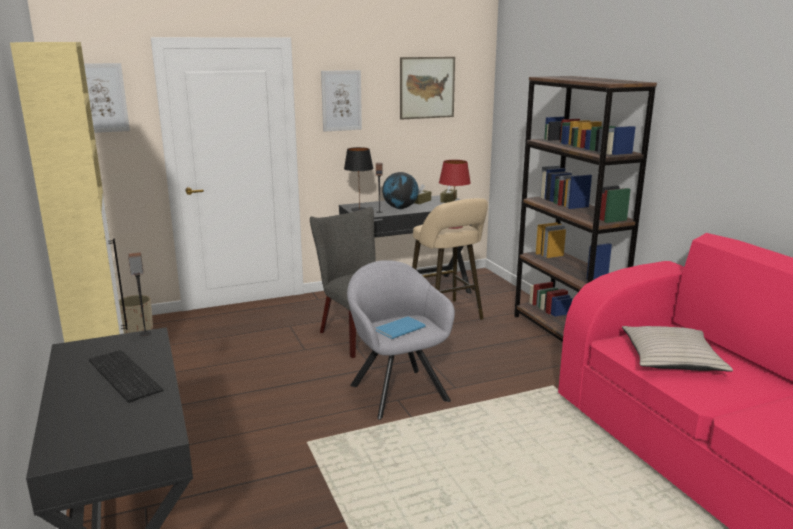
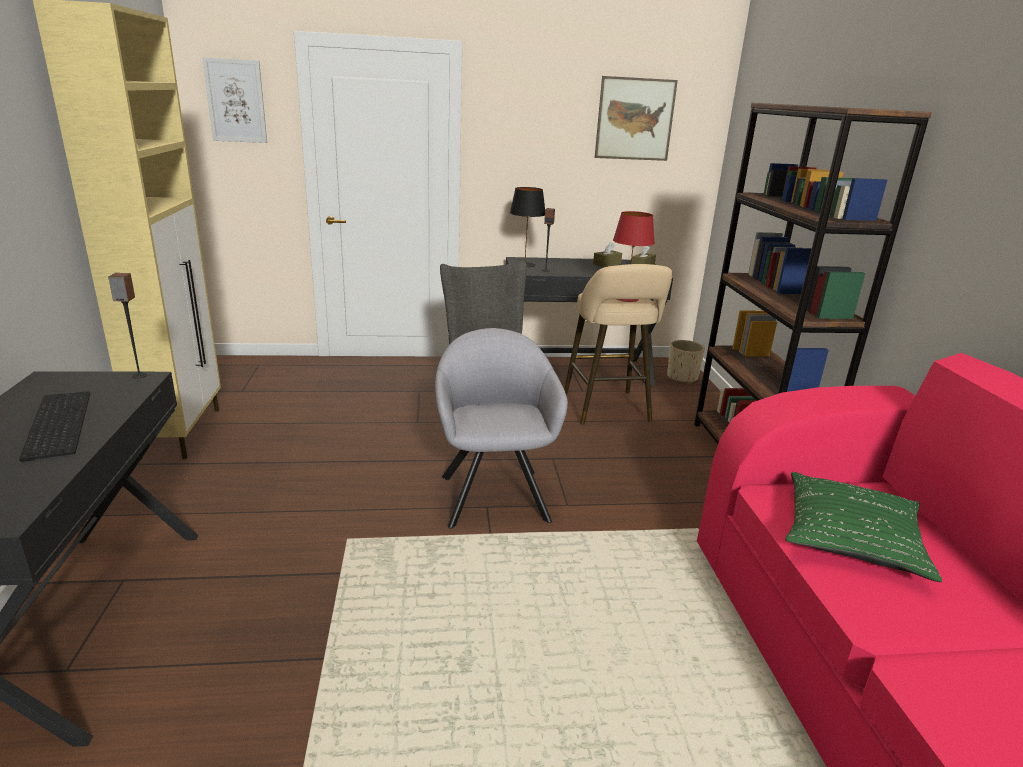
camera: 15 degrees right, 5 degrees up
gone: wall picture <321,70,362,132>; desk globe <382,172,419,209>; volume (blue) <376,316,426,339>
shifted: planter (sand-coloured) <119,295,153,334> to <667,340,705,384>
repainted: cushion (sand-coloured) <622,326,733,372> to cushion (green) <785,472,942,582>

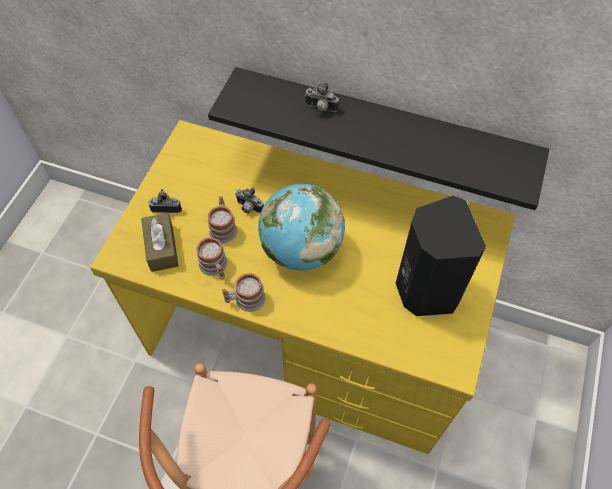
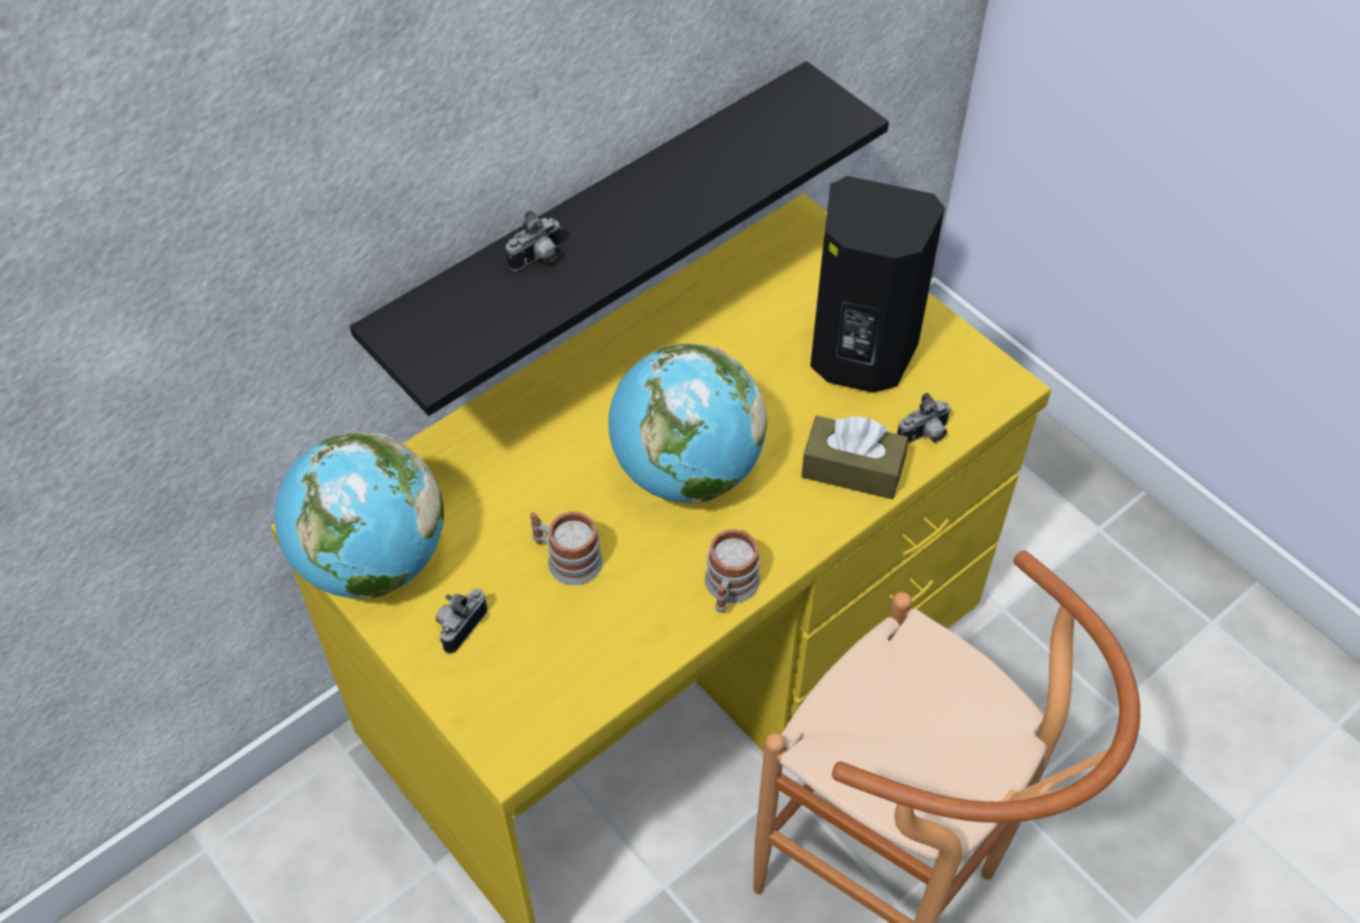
camera: 60 degrees left, 5 degrees down
gone: coffee mug <196,237,227,279>
new: desk globe <274,432,444,600>
shifted: photo camera <235,188,264,214> to <897,393,951,443>; box of tissues (brown) <141,213,179,272> to <801,416,908,499>

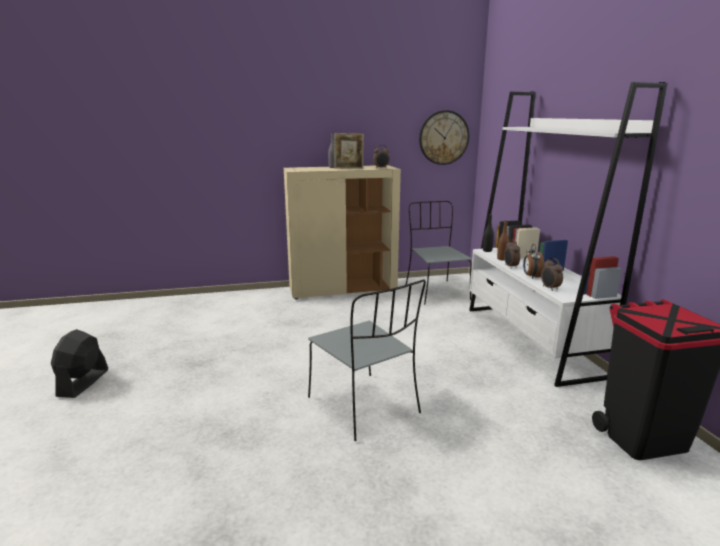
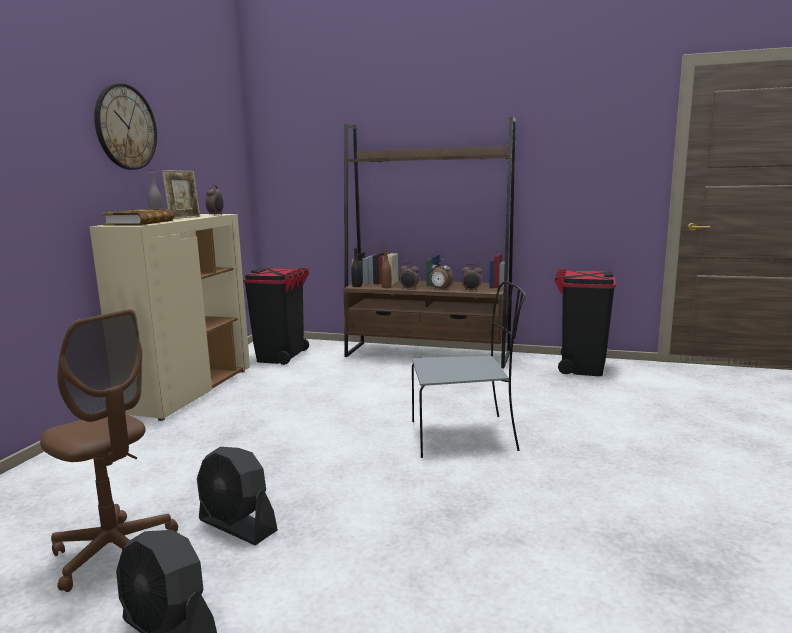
camera: 60 degrees left, 5 degrees down
new: volume <101,208,174,225>; office chair (brown) <40,309,178,592>; cooling fan (black-coloured) <197,447,278,545>
shifted: clock on the wall <419,110,469,165> to <94,83,157,170>
swapped: upright chair (gray) <406,201,472,305> to rubbish bin (black-coloured) <243,268,309,365>
repainted: bookshelf (white-coloured) <469,82,667,387> to bookshelf (brown) <343,116,516,368>

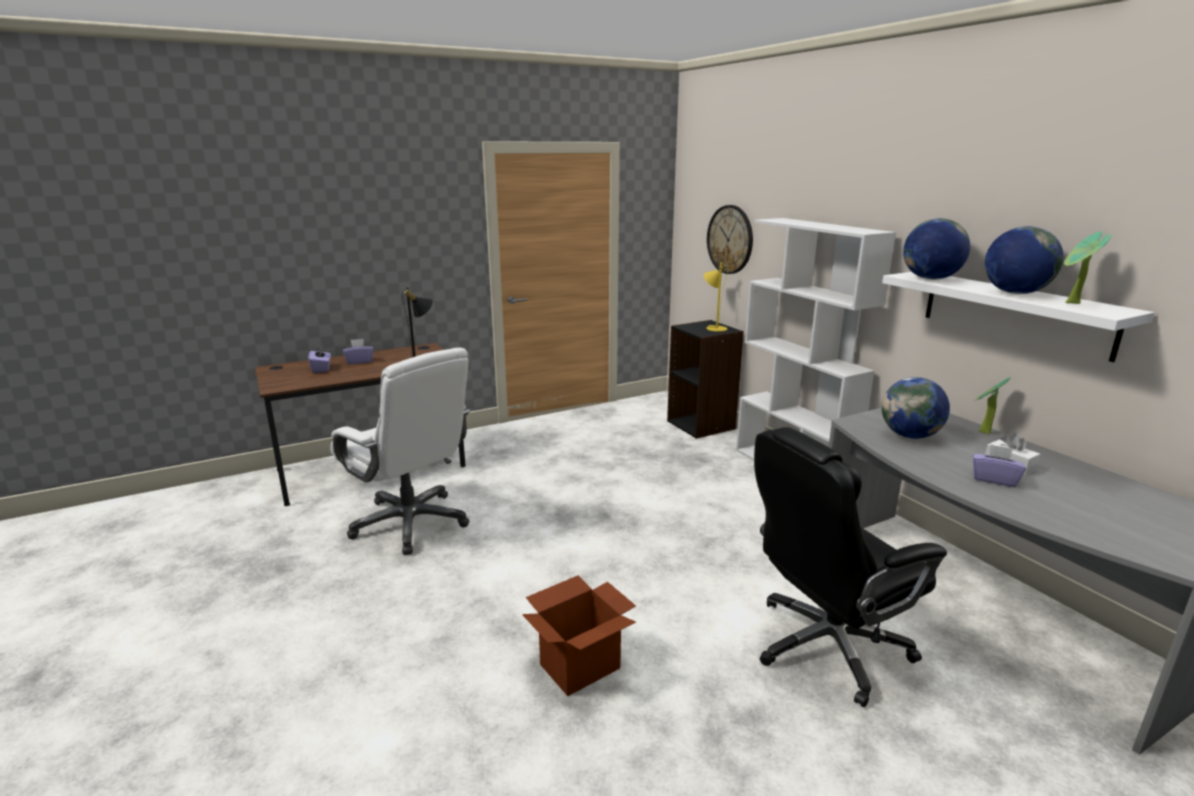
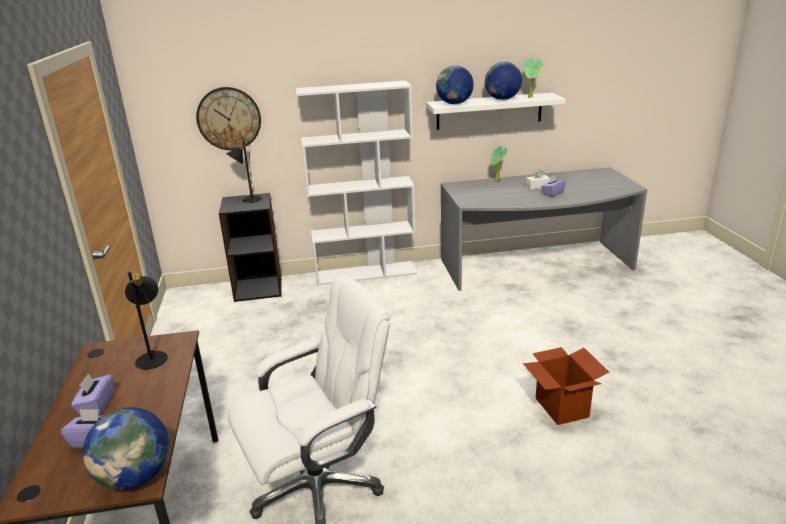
camera: 70 degrees left, 5 degrees up
gone: office chair (black-coloured) <754,427,947,707>
shifted: desk globe <882,377,950,439> to <83,407,169,490>
repainted: tabletop lamp (yellow-coloured) <704,262,729,332> to tabletop lamp (black-coloured) <226,140,262,203>

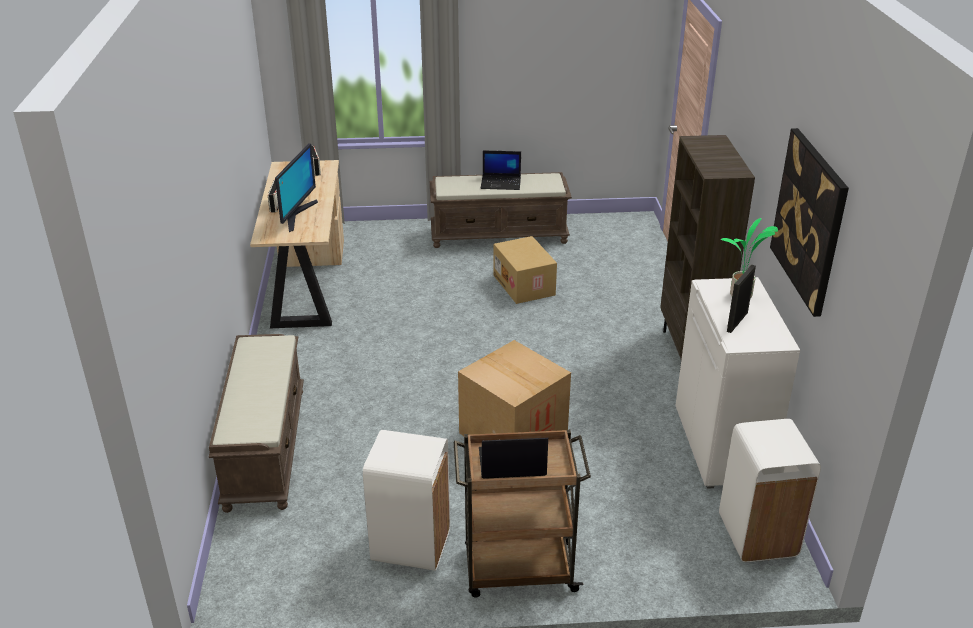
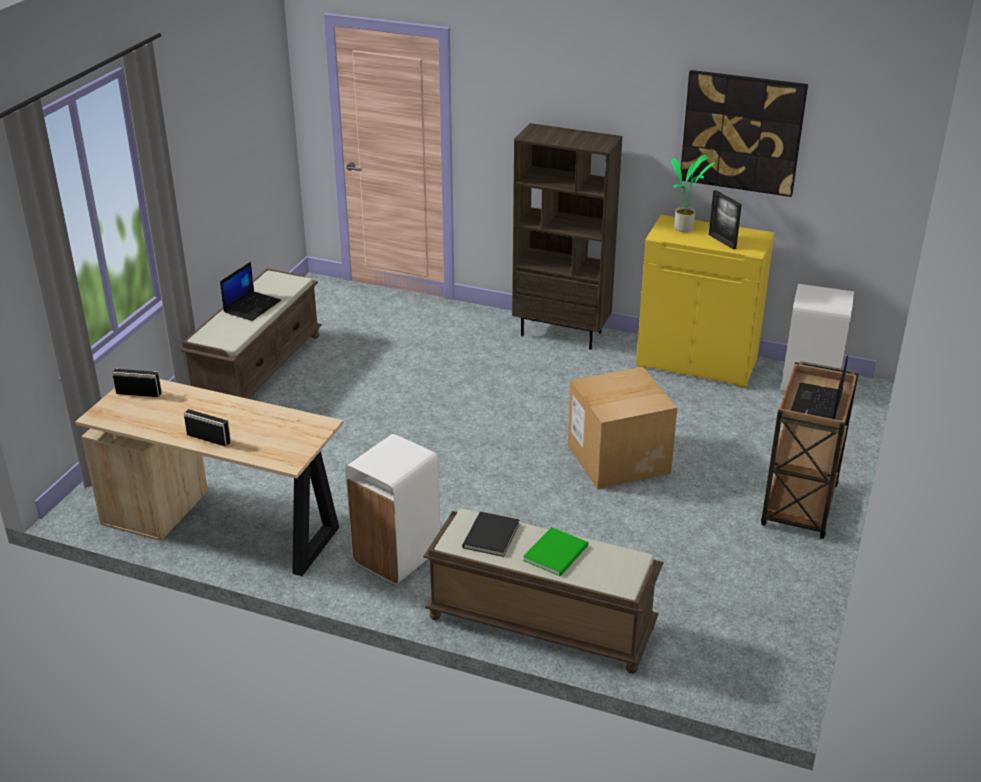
camera: 65 degrees left, 0 degrees up
gone: computer display <275,143,318,232>; cardboard box <493,236,557,304>
new: volume (black-coloured) <462,512,519,557>; volume (green) <523,527,588,576>
shifted: rubbish bin (white-coloured) <363,430,450,571> to <345,434,440,584>
repainted: cupboard (white-coloured) <675,277,800,489> to cupboard (yellow-coloured) <636,215,775,388>

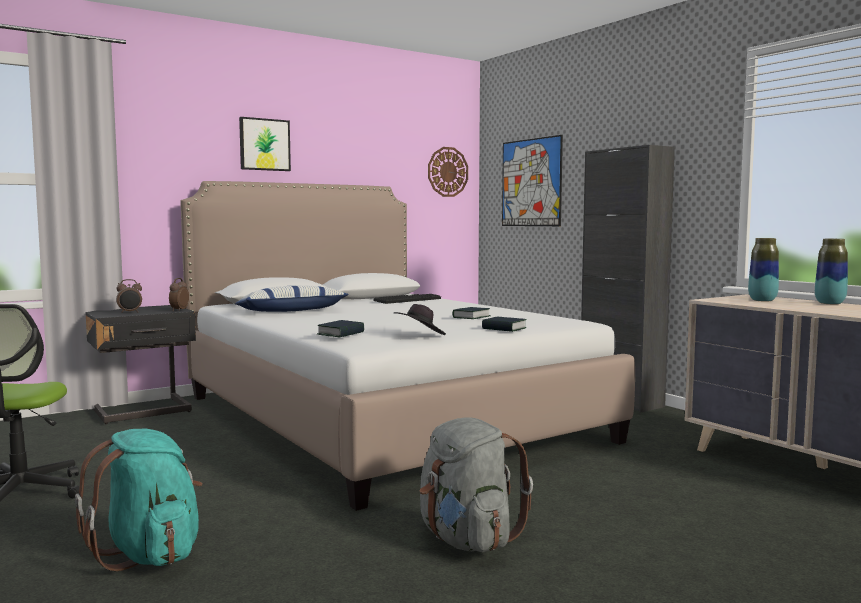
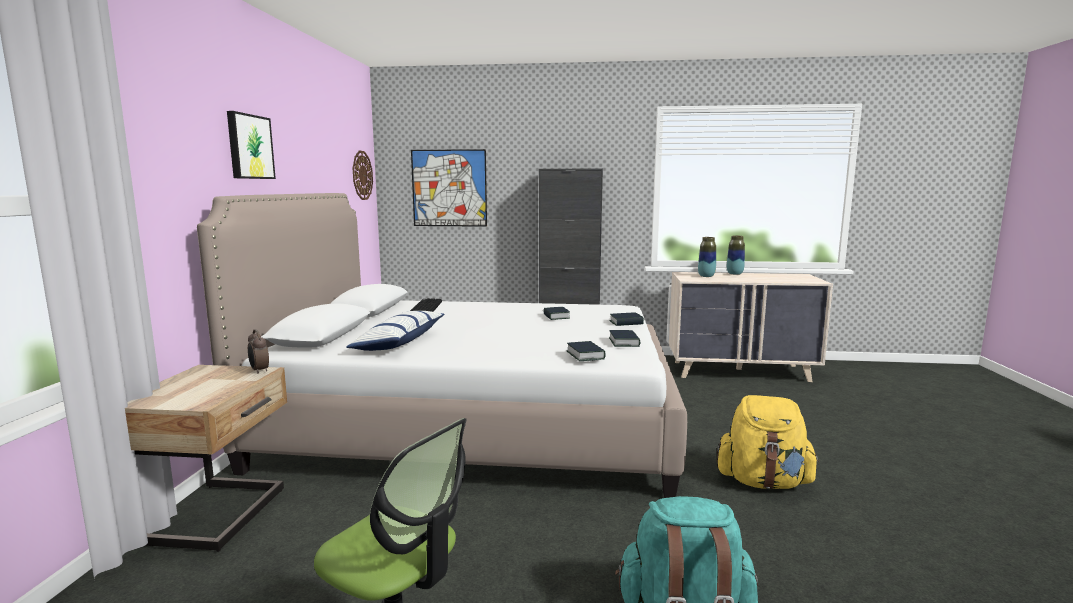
camera: 50 degrees left, 5 degrees up
gone: bedside clock <116,279,142,313>
swapped: wearable hat (black-coloured) <394,304,446,335> to volume <609,330,640,347>
repainted: night table (black-coloured) <86,305,196,424> to night table (sand-coloured) <125,365,287,552>; backpack (gray) <419,418,533,552> to backpack (yellow-coloured) <717,395,820,489>

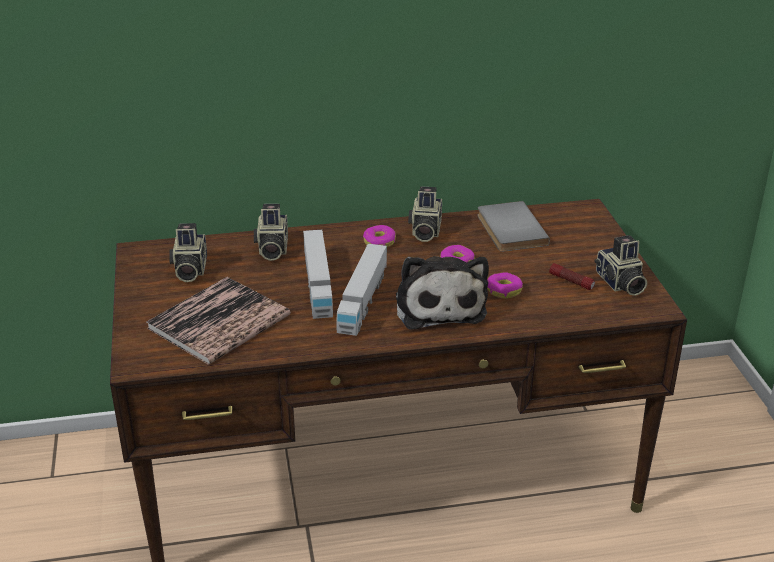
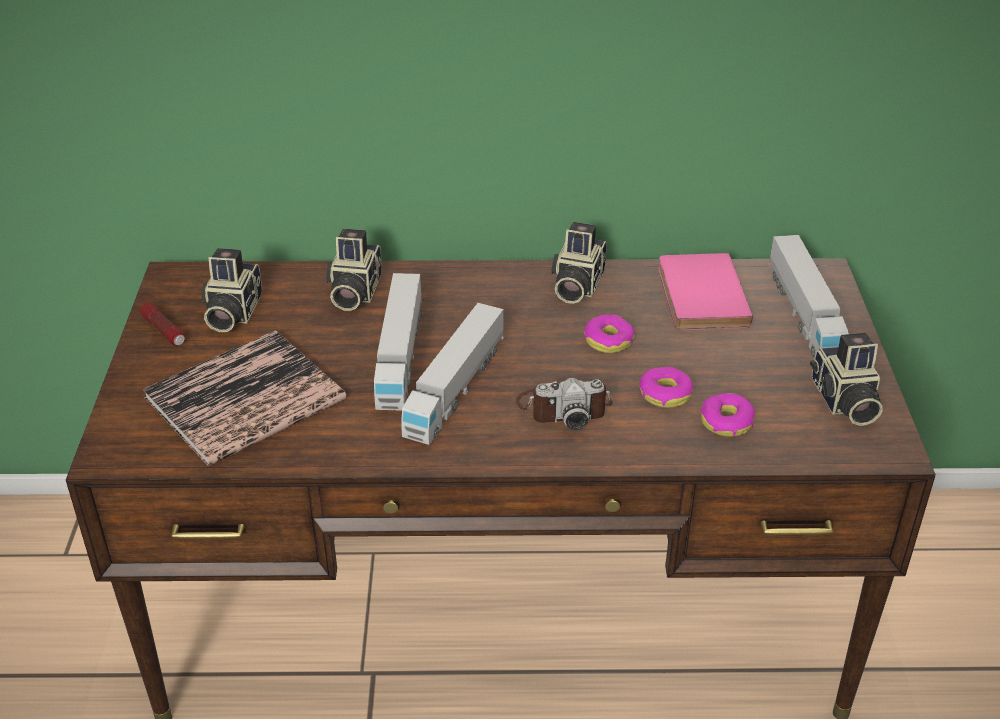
camera: 10 degrees right, 5 degrees up
new: toy truck <768,235,849,357>
shifted: ring doughnut <363,225,396,247> to <701,393,755,437>; torch <549,263,595,290> to <140,302,185,346>
swapped: soft toy <396,256,489,330> to photo camera <516,378,613,430>
repainted: volume (gray) <477,201,550,252> to volume (pink-coloured) <658,253,753,330>

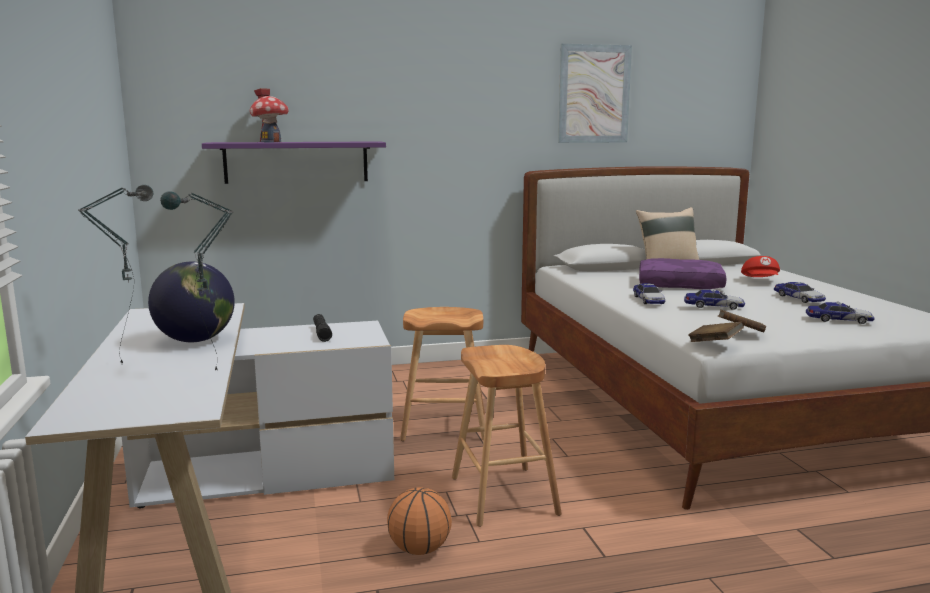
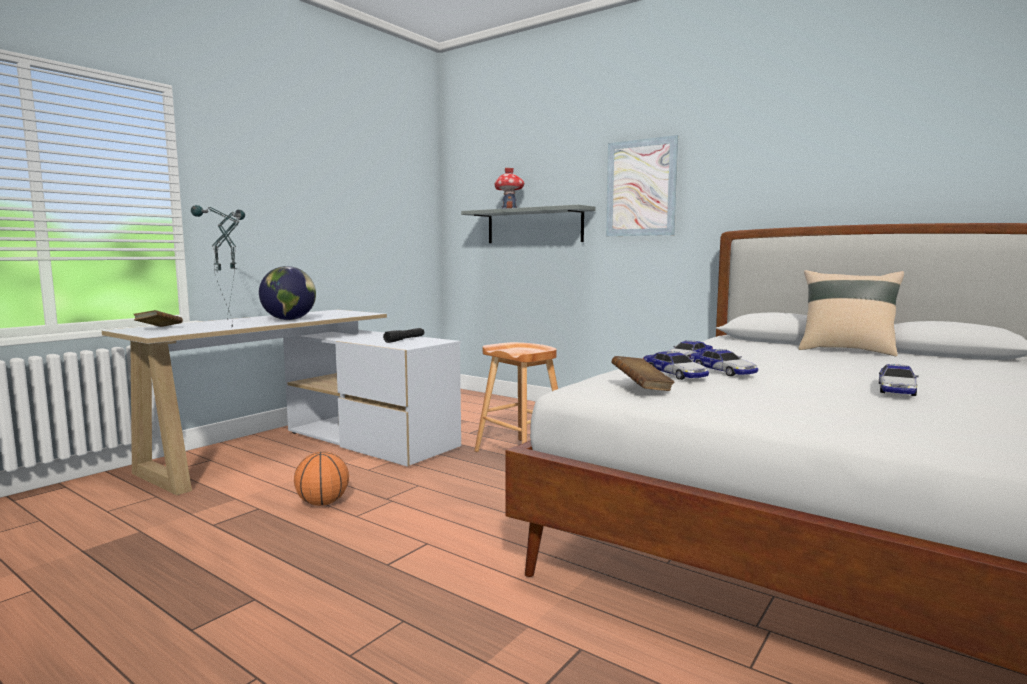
camera: 50 degrees right, 5 degrees down
gone: baseball cap (red-coloured) <741,256,780,277>; cushion (purplish) <639,258,727,289>; stool (brown) <452,345,562,527>
shifted: wall picture <558,44,632,143> to <606,135,678,236>; model car <806,302,875,324> to <643,351,709,380>; volume (brown) <688,322,744,342> to <134,310,183,327>
repainted: wall shelf (purplish) <202,141,386,184> to wall shelf (gray) <461,205,596,243>

